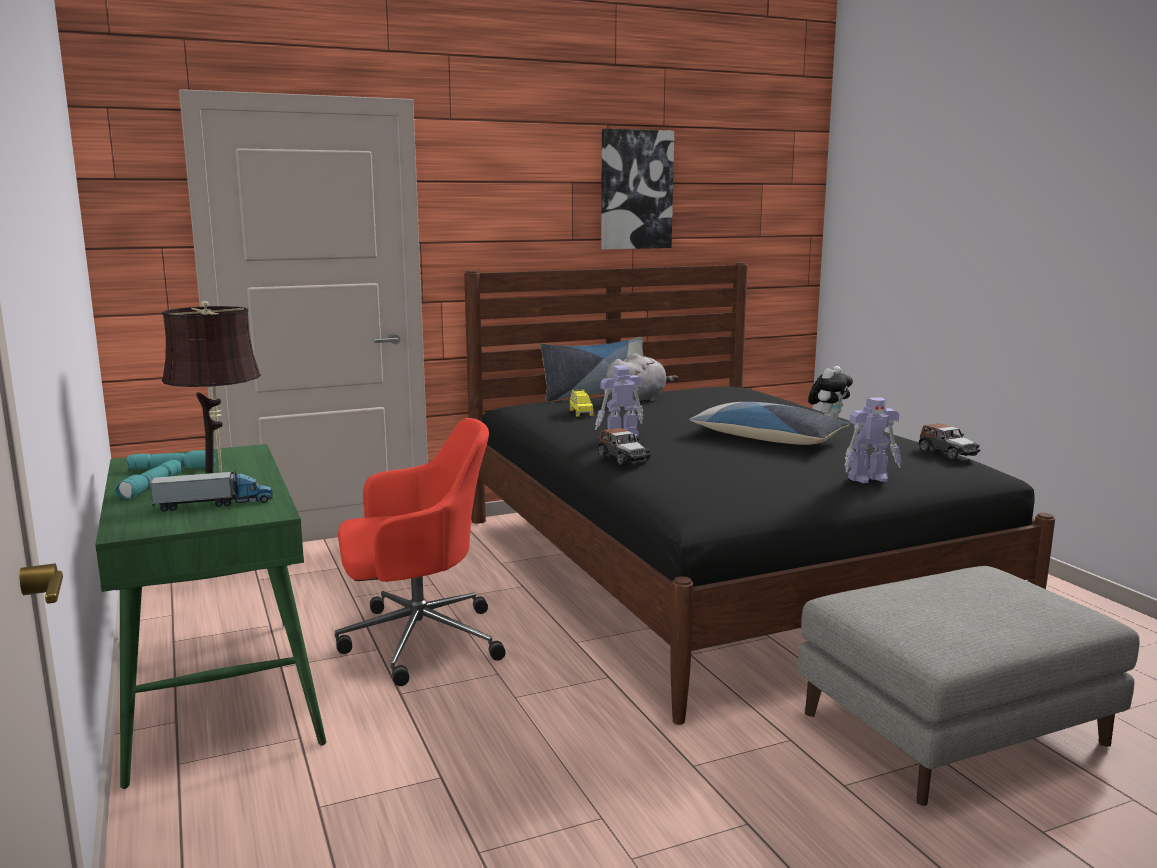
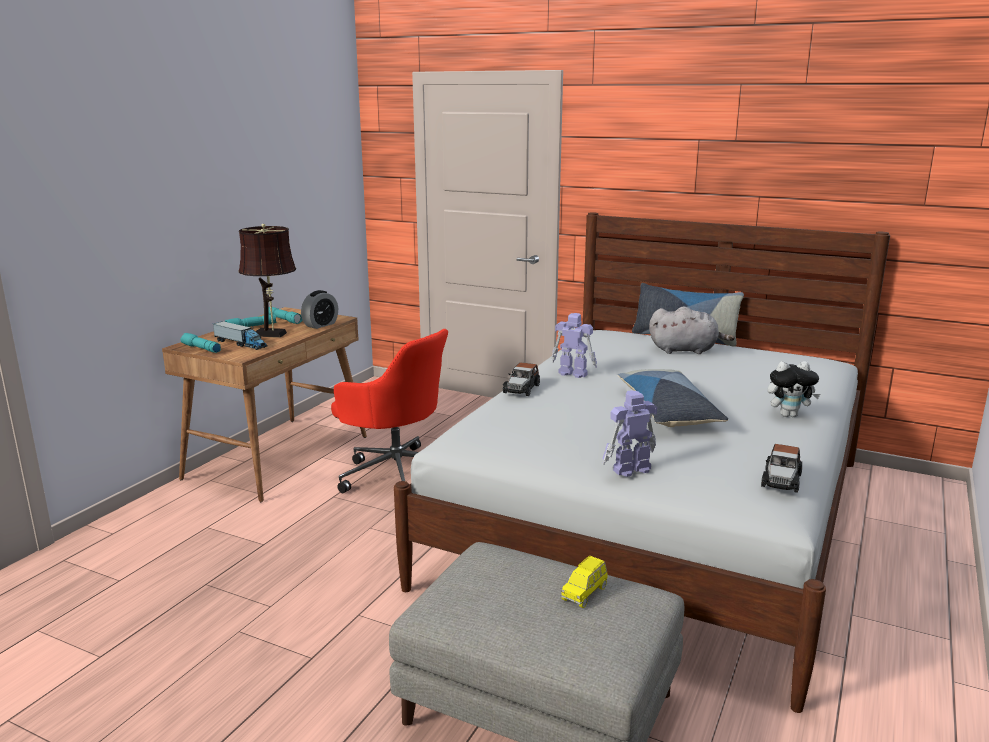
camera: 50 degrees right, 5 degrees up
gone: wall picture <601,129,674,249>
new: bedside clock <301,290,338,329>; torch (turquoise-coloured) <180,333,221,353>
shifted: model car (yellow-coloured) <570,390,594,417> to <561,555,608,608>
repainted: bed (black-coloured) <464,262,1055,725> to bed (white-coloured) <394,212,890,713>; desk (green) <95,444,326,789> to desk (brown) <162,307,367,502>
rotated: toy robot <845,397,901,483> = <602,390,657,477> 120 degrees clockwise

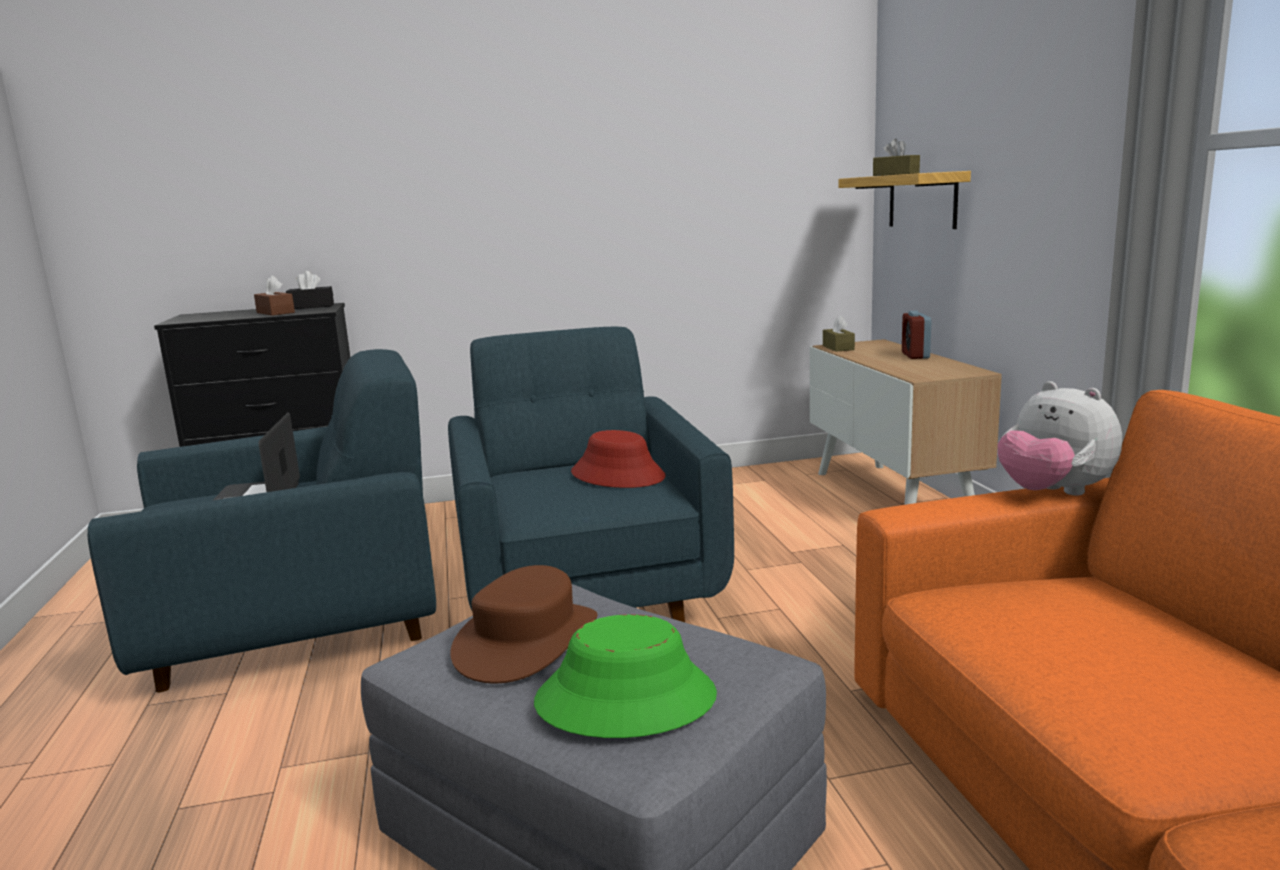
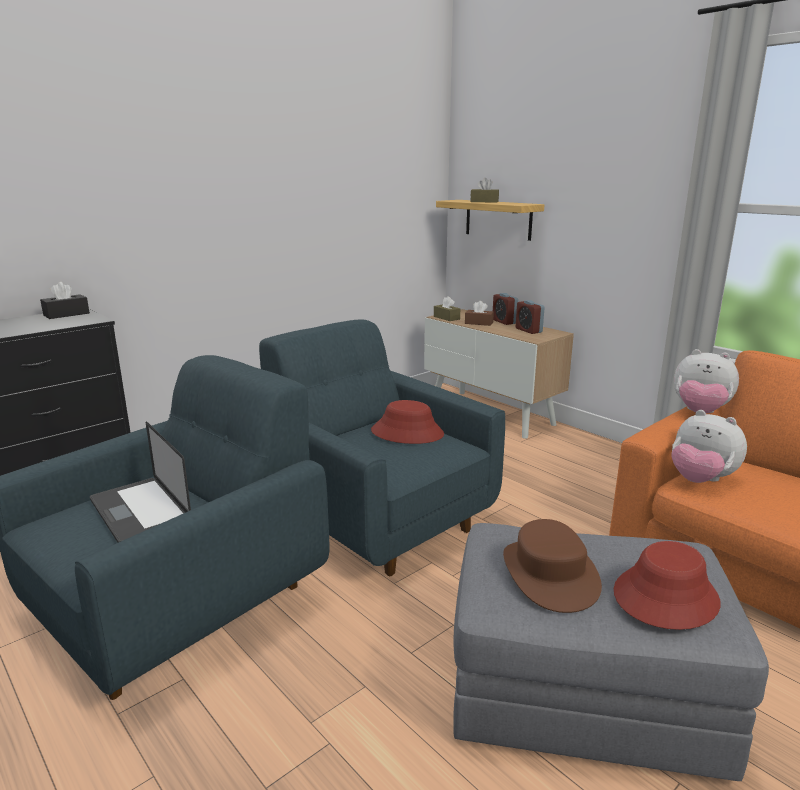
camera: 30 degrees left, 5 degrees up
new: bedside clock <516,300,545,334>; soft toy <672,410,747,483>
shifted: box of tissues (brown) <254,275,295,316> to <465,301,494,326>
repainted: wearable hat (green) <534,614,717,738> to wearable hat (red-coloured) <614,541,721,630>

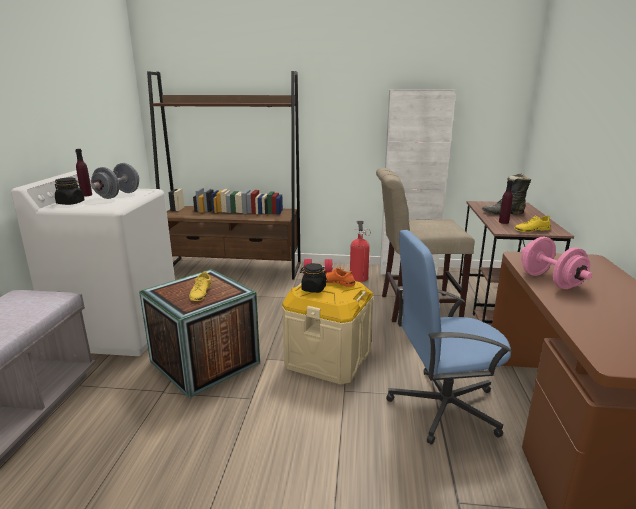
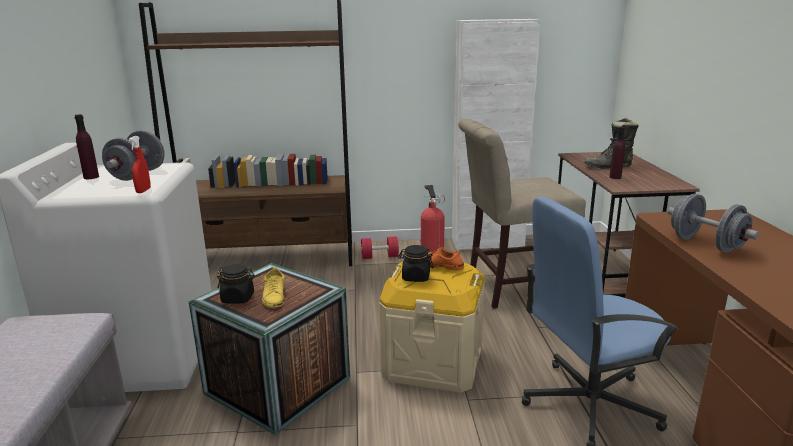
camera: 10 degrees left, 0 degrees up
gone: item of footwear (yellow-coloured) <514,215,551,232>
new: hand sprayer (red-coloured) <129,136,151,193>
shifted: preserve jar (black-coloured) <55,177,85,205> to <217,264,255,304>
repainted: hand weight (pink-coloured) <521,237,593,289> to hand weight (gray) <667,194,759,252>

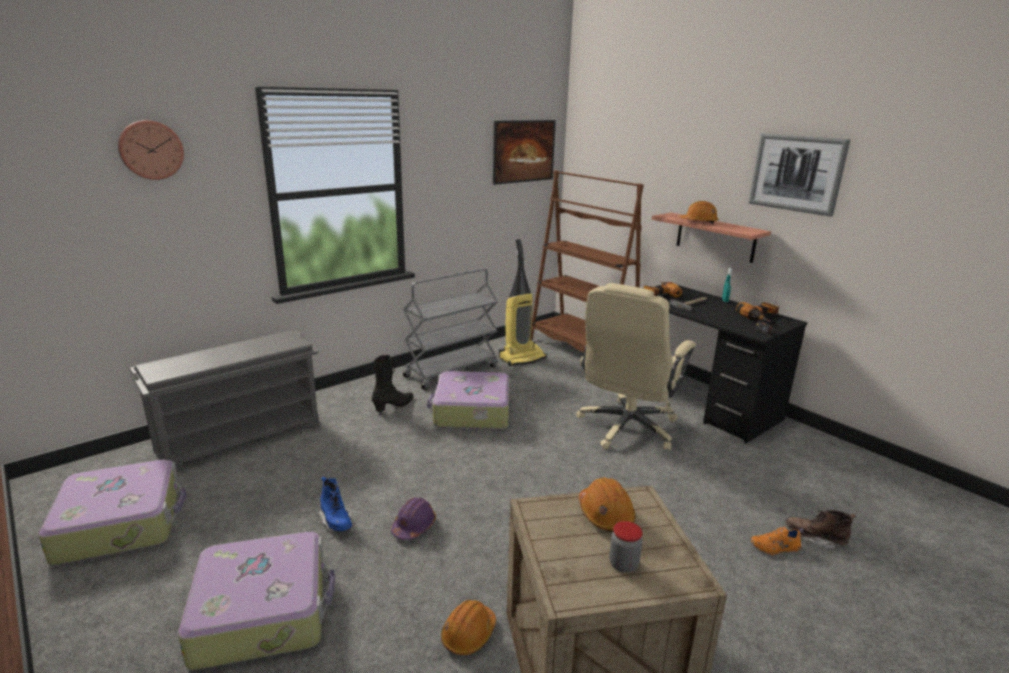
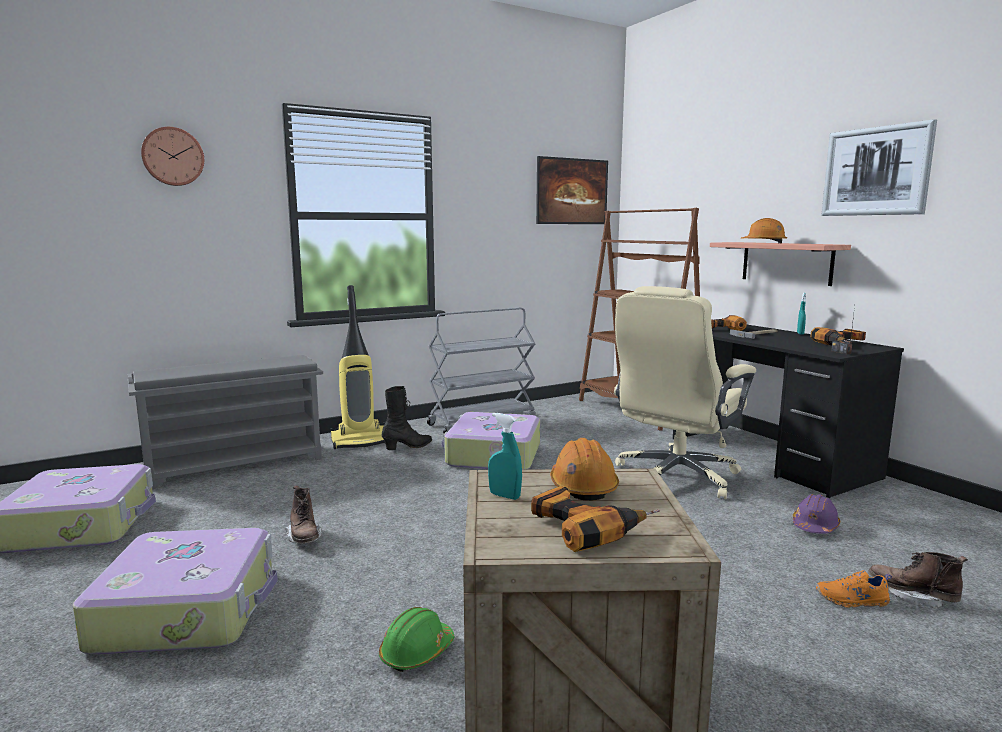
camera: 10 degrees right, 10 degrees down
new: hand sprayer (turquoise-coloured) <488,413,522,500>
shifted: hoover <499,239,547,366> to <331,285,385,449>; hard hat (purplish) <391,498,436,540> to <793,494,840,534>
swapped: preserve jar <609,521,643,573> to electric drill <531,486,660,552>
repainted: boot (blue) <317,477,352,531> to boot (brown) <285,486,322,544>; hard hat (orangey) <441,600,496,655> to hard hat (green) <379,607,454,672>

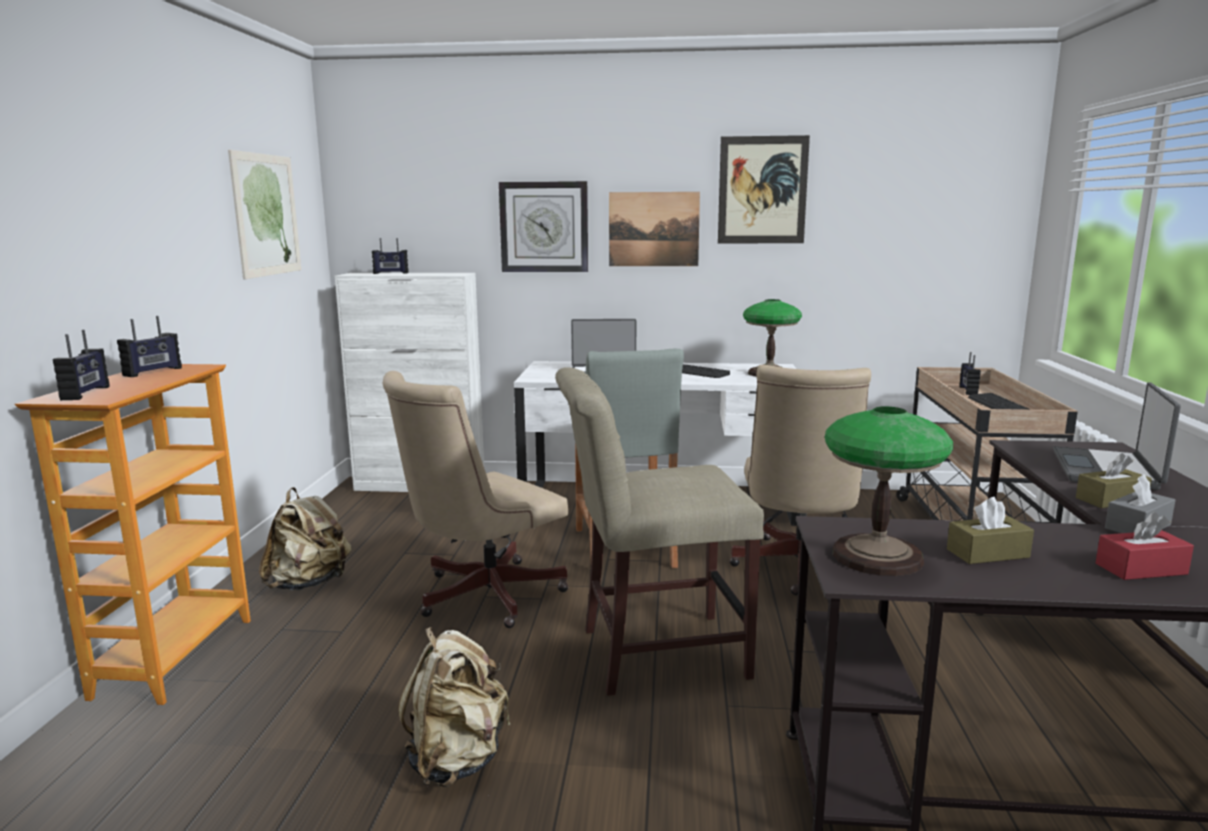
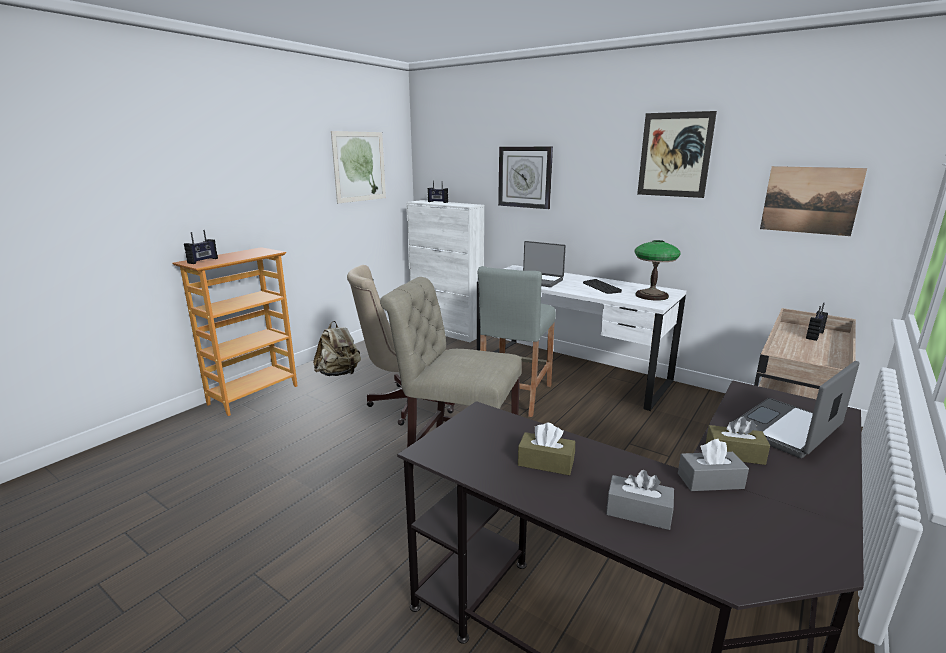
camera: 30 degrees right, 5 degrees up
gone: radio receiver <117,316,182,377>; office chair (sand-coloured) <729,365,871,595>; keyboard <968,393,1030,410>; tabletop lamp <825,406,953,576>; backpack (sand-coloured) <398,627,510,787>
shifted: wall picture <609,192,700,266> to <760,166,867,236>
repainted: box of tissues (red-coloured) <1096,512,1194,580> to box of tissues (gray) <606,470,674,530>

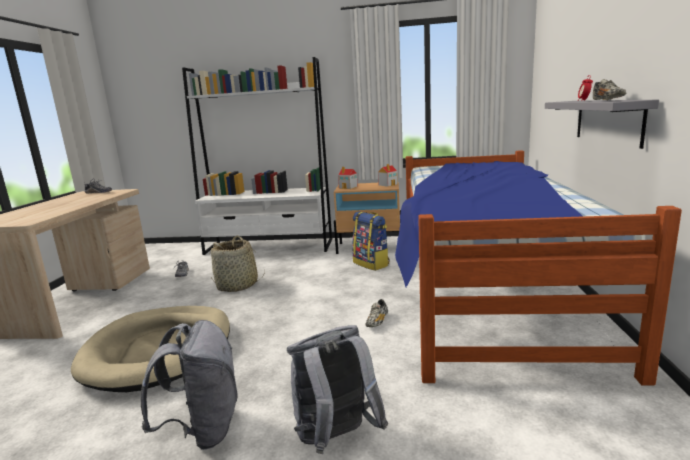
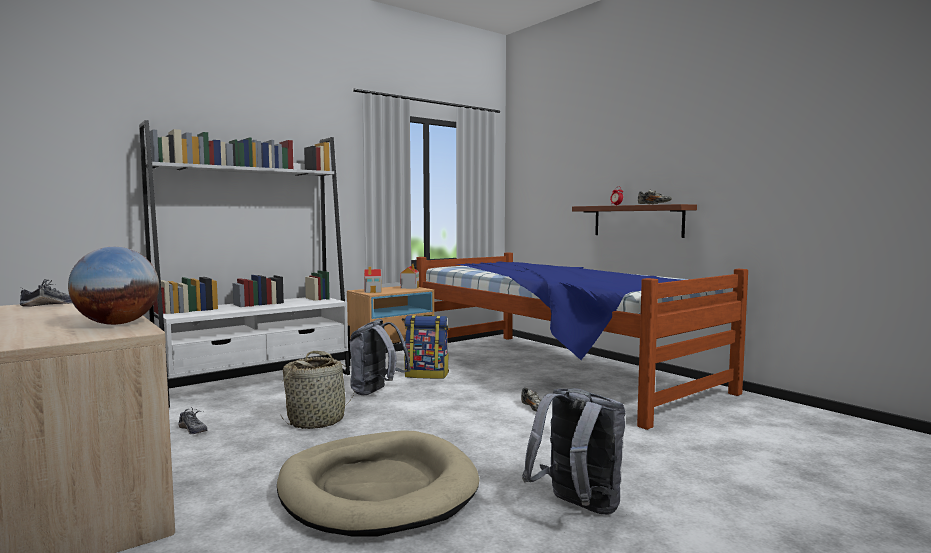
camera: 45 degrees left, 10 degrees down
new: desk globe <68,247,159,325>
shifted: backpack (gray) <287,325,388,454> to <349,319,411,395>
repainted: wall shelf (gray) <545,100,659,149> to wall shelf (brown) <572,204,697,238>

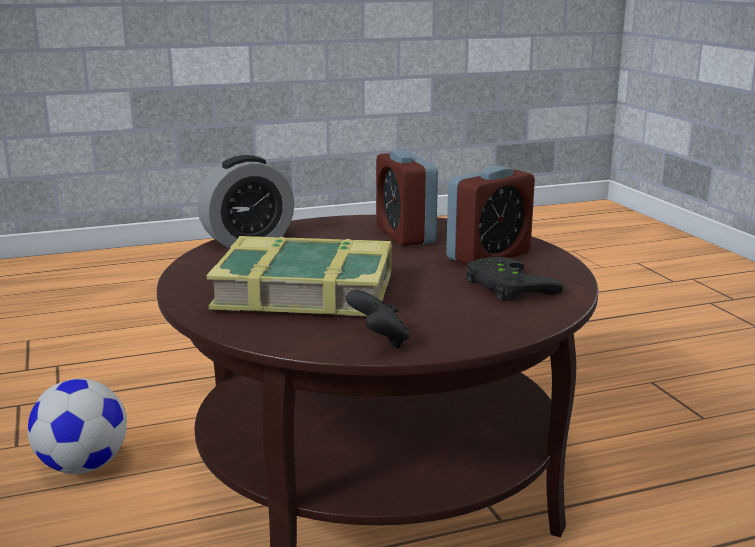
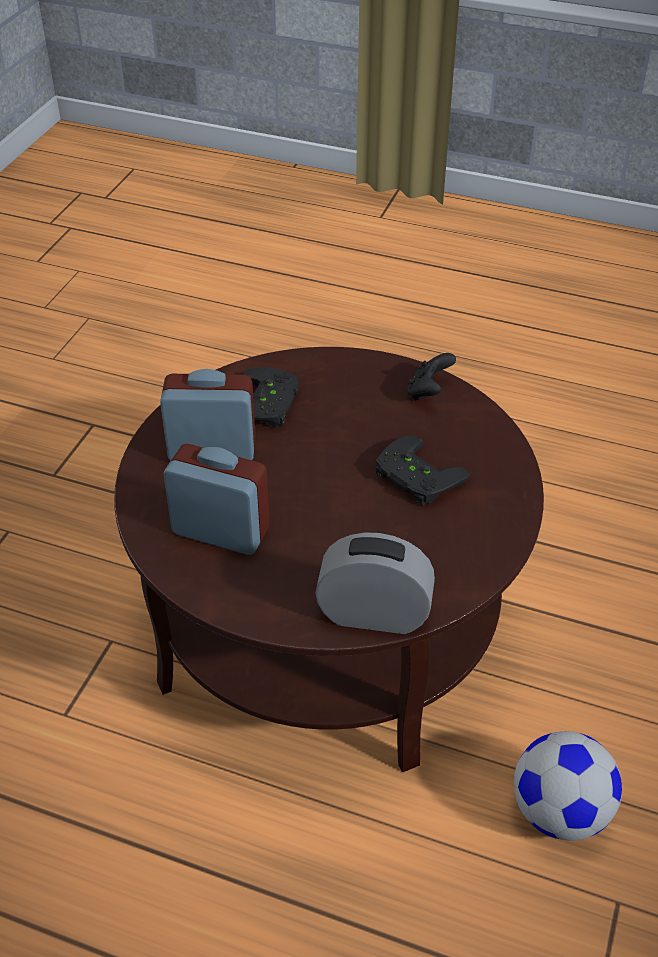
camera: 140 degrees left, 25 degrees up
swapped: volume <206,236,392,316> to gamepad (black-coloured) <376,436,470,506>
rotated: bedside clock <376,150,438,246> = <164,444,270,555> 90 degrees counterclockwise

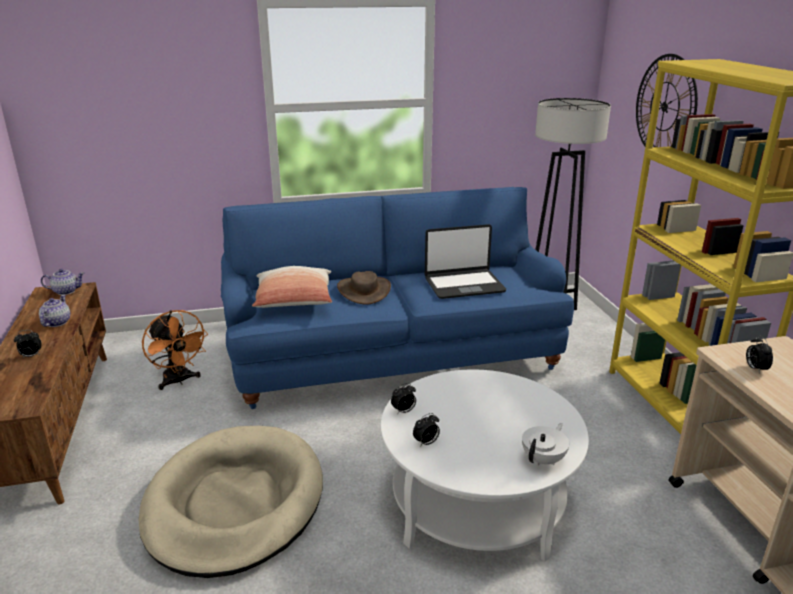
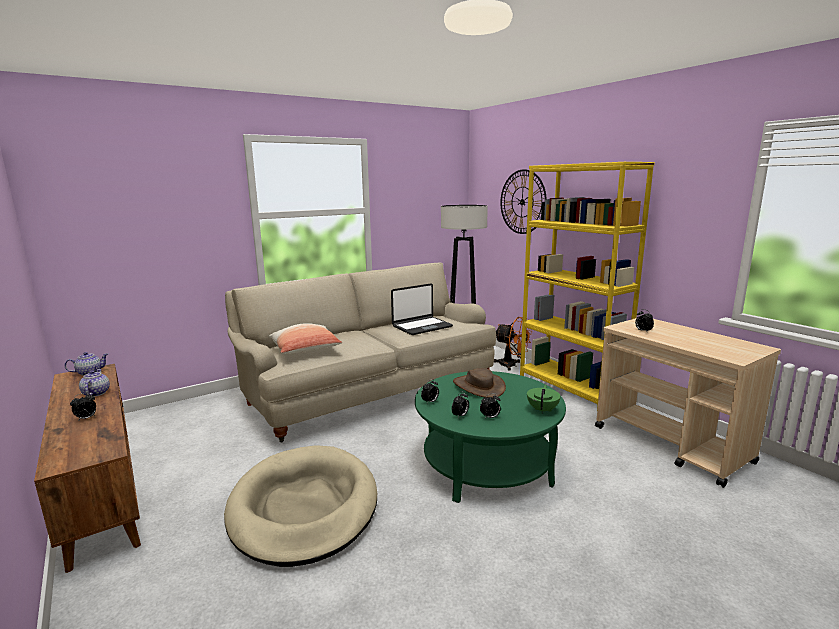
camera: 20 degrees left, 10 degrees down
new: bedside clock <480,393,501,419>
shifted: wearable hat (brown) <337,271,391,305> to <453,368,506,398>; cooling fan (orangey) <142,310,208,390> to <494,317,533,370>
repainted: sofa (blue) <221,187,574,409> to sofa (sand-coloured) <225,262,496,443>; lounge table (white-coloured) <381,370,589,562> to lounge table (green) <415,371,566,503>; tea pot (white-coloured) <522,423,569,466> to tea pot (green) <527,384,561,413>

